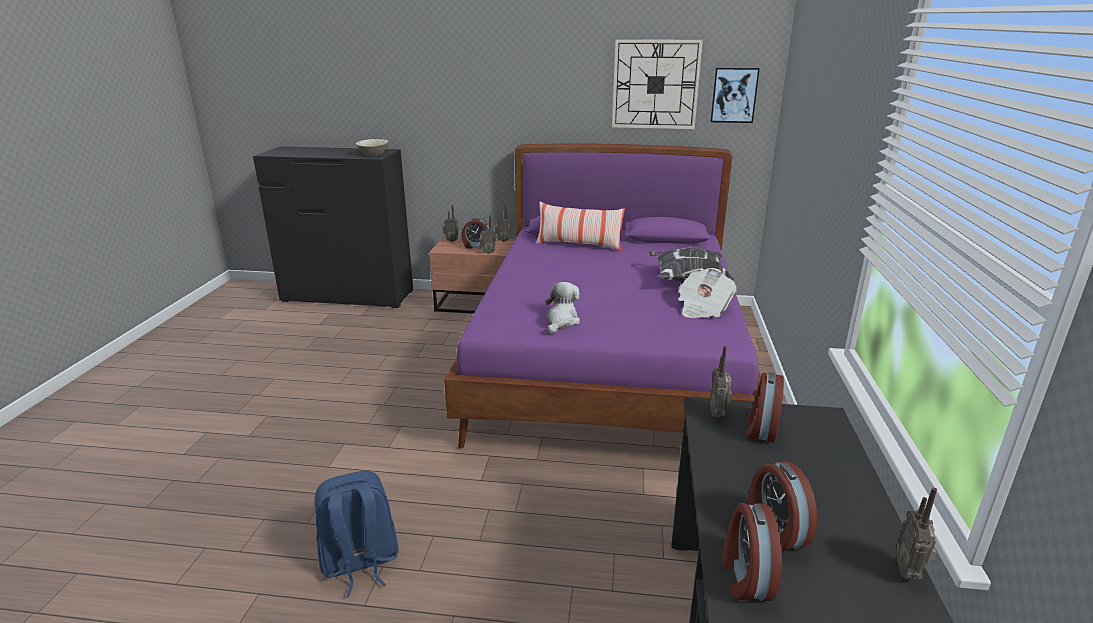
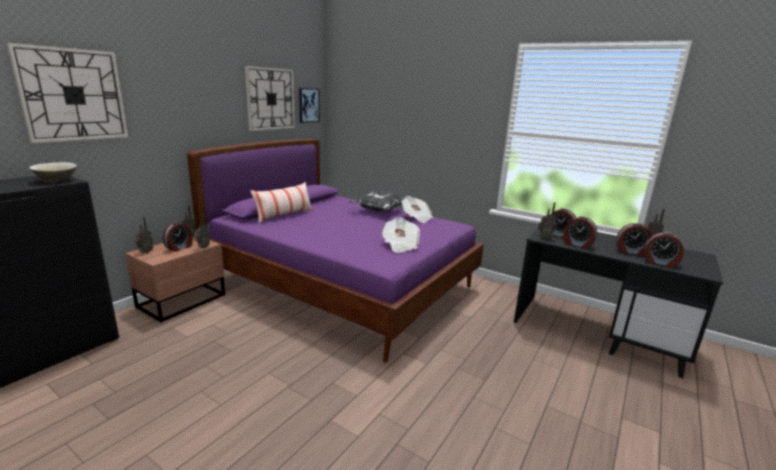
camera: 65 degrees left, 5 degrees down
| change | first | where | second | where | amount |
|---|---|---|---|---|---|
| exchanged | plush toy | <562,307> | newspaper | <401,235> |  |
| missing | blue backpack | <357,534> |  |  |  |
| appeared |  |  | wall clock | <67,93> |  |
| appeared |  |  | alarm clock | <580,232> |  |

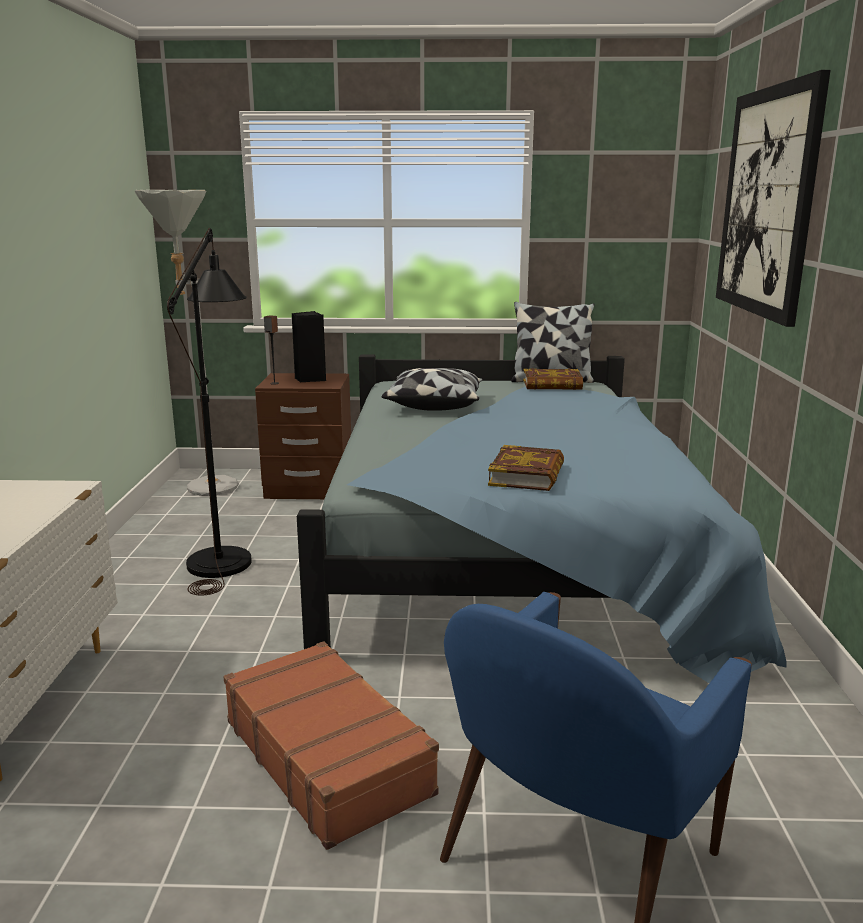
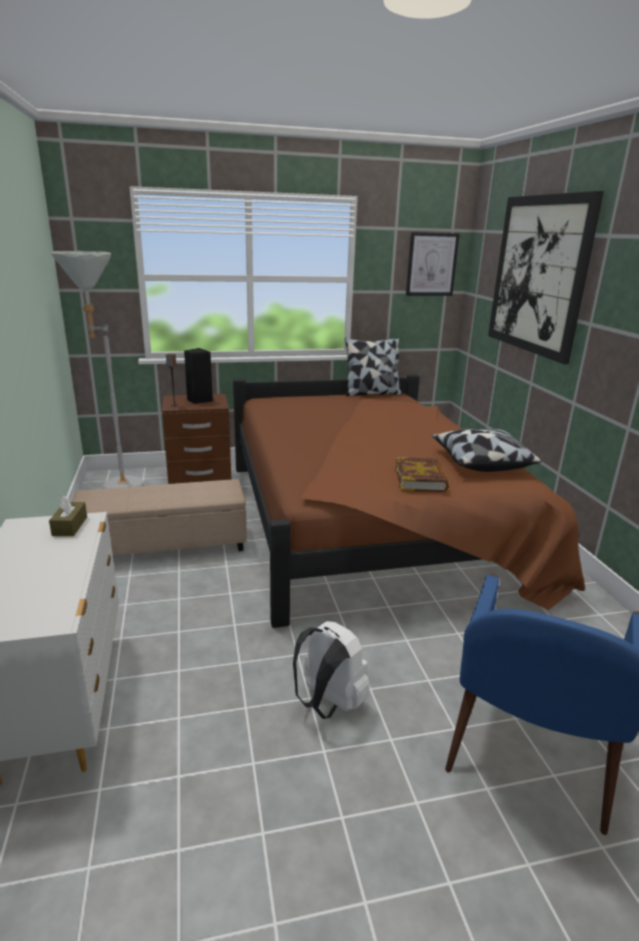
camera: 15 degrees left, 5 degrees up
| change | first | where | second | where | amount |
|---|---|---|---|---|---|
| exchanged | black floor lamp | <209,412> | beige ottoman | <159,517> |  |
| colour | blue bed | <542,519> | brown bed | <409,501> |  |
| relocated | pillow | <432,389> |  | <486,450> |  |
| missing | book | <553,379> |  |  |  |
| exchanged | brown suitcase | <331,745> | white backpack | <331,670> |  |
| appeared |  |  | picture | <433,264> |  |
| appeared |  |  | brown tissue box | <68,515> |  |

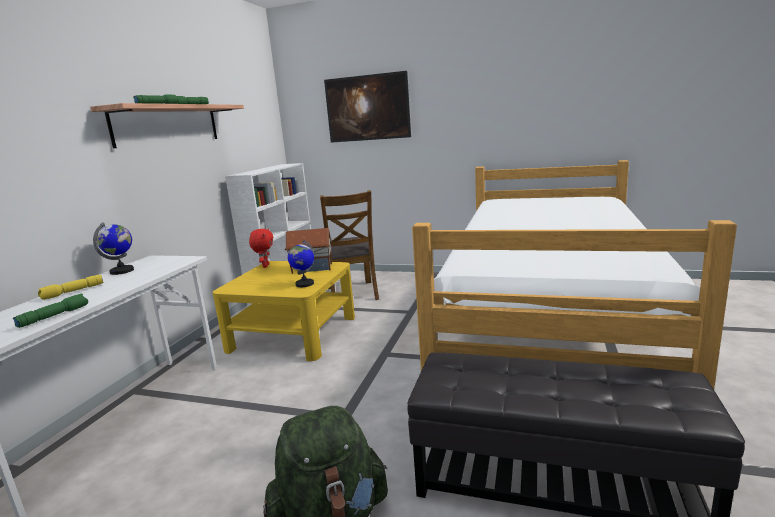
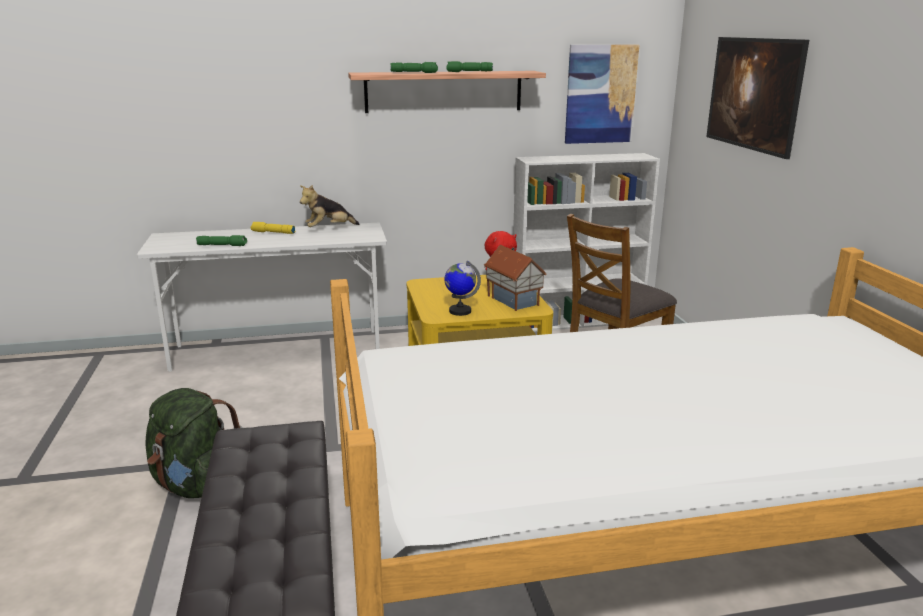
camera: 60 degrees right, 5 degrees up
| change | first | where | second | where | amount |
|---|---|---|---|---|---|
| exchanged | globe | <113,248> | plush toy | <330,206> |  |
| appeared |  |  | picture | <602,94> |  |

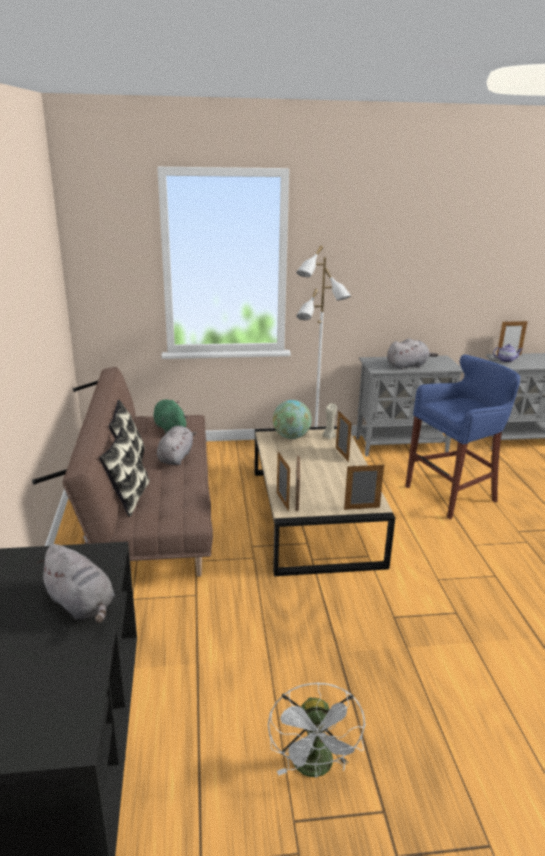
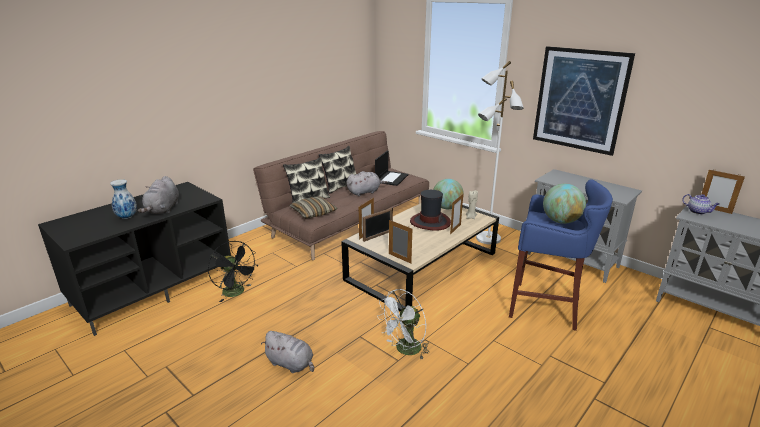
camera: 50 degrees right, 0 degrees up
| change | first | where | second | where | amount |
|---|---|---|---|---|---|
| relocated | grey plush toy | <412,354> |  | <287,352> |  |
| exchanged | green plush toy | <171,416> | laptop | <392,168> |  |
| relocated | white fan | <316,730> |  | <403,324> |  |
| appeared |  |  | picture | <584,101> |  |
| appeared |  |  | vase | <123,199> |  |
| appeared |  |  | globe | <564,204> |  |
| appeared |  |  | hat | <430,210> |  |
| appeared |  |  | pillow | <313,207> |  |
| appeared |  |  | black fan | <232,271> |  |

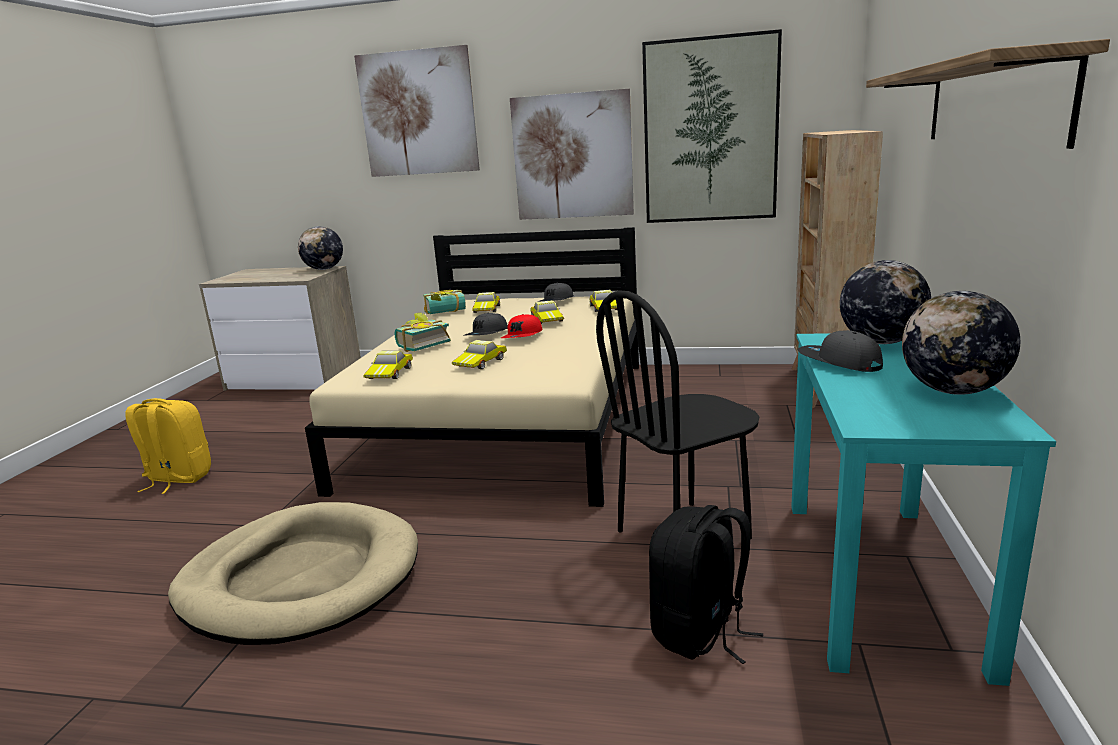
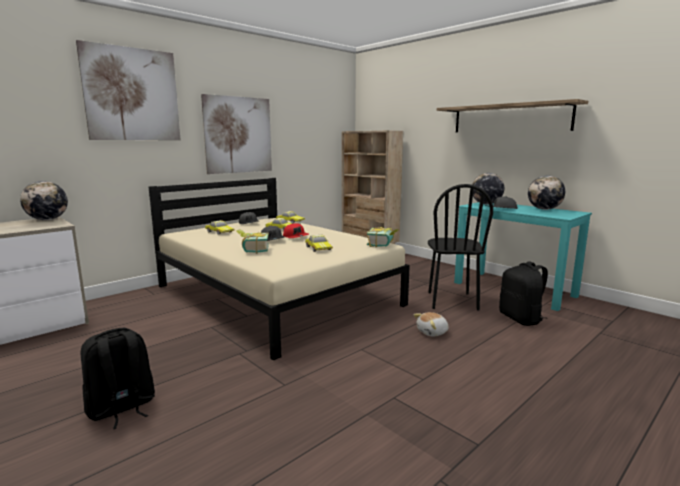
camera: 55 degrees left, 5 degrees down
| change | first | where | second | where | amount |
|---|---|---|---|---|---|
| missing | picture | <712,126> |  |  |  |
| relocated | book | <444,302> |  | <382,237> |  |
| missing | toy car | <388,364> |  |  |  |
| colour | yellow backpack | <168,446> | black backpack | <118,378> |  |
| missing | beige dog bed | <293,573> |  |  |  |
| appeared |  |  | plush toy | <431,324> |  |

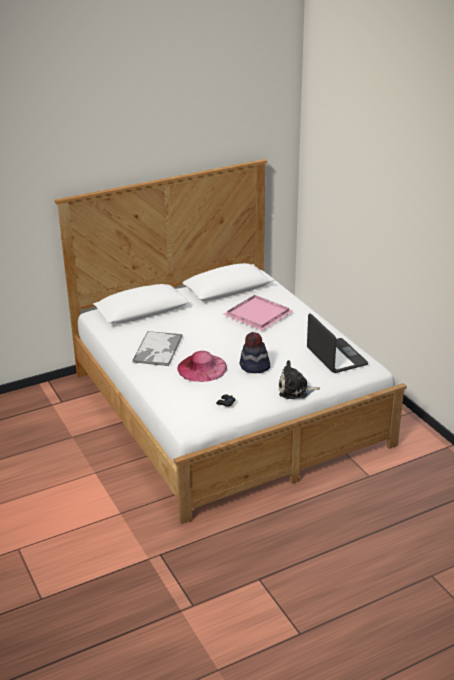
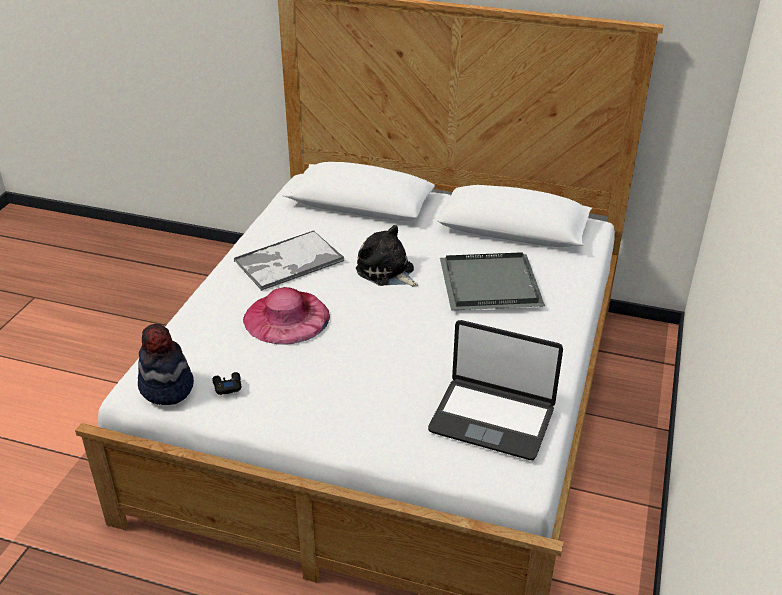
camera: 45 degrees right, 5 degrees up
| change | first | where | second | where | amount |
|---|---|---|---|---|---|
| colour | pink tray | <257,312> | grey tray | <492,281> |  |
| spun | laptop | <337,343> |  | <495,390> | 90 degrees clockwise |
| relocated | hat | <255,352> |  | <166,364> |  |
| relocated | plush toy | <299,379> |  | <387,255> |  |

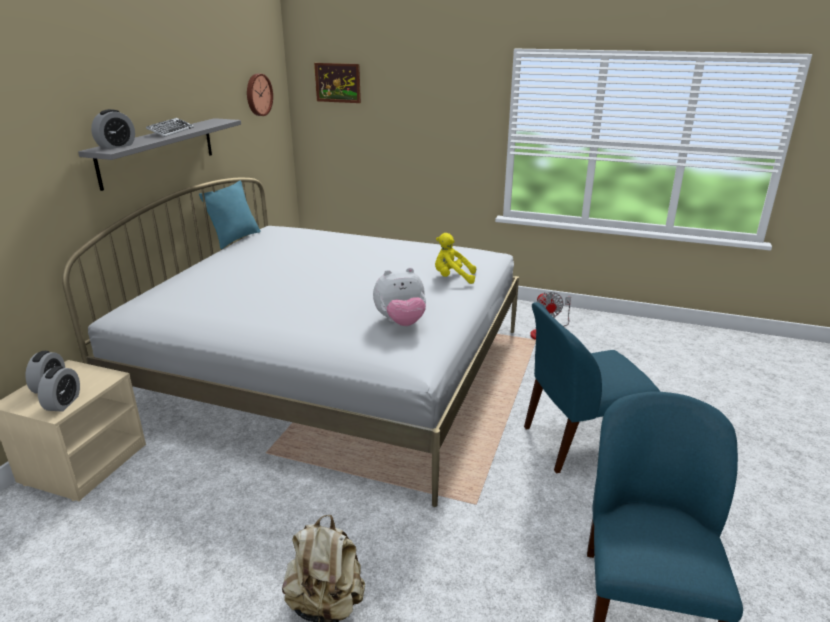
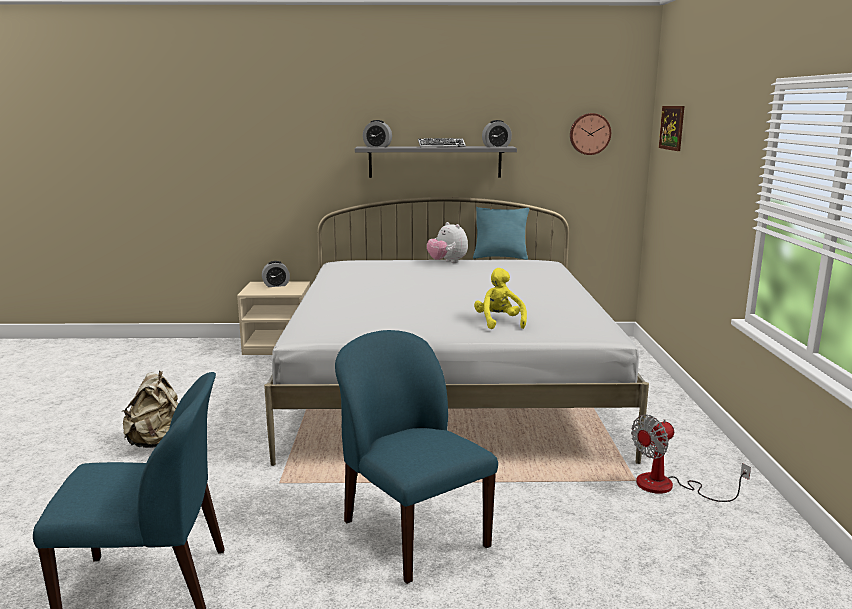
camera: 70 degrees right, 10 degrees down
| change | first | where | second | where | amount |
|---|---|---|---|---|---|
| relocated | plush toy | <399,296> |  | <447,242> |  |
| relocated | alarm clock | <59,389> |  | <497,134> |  |

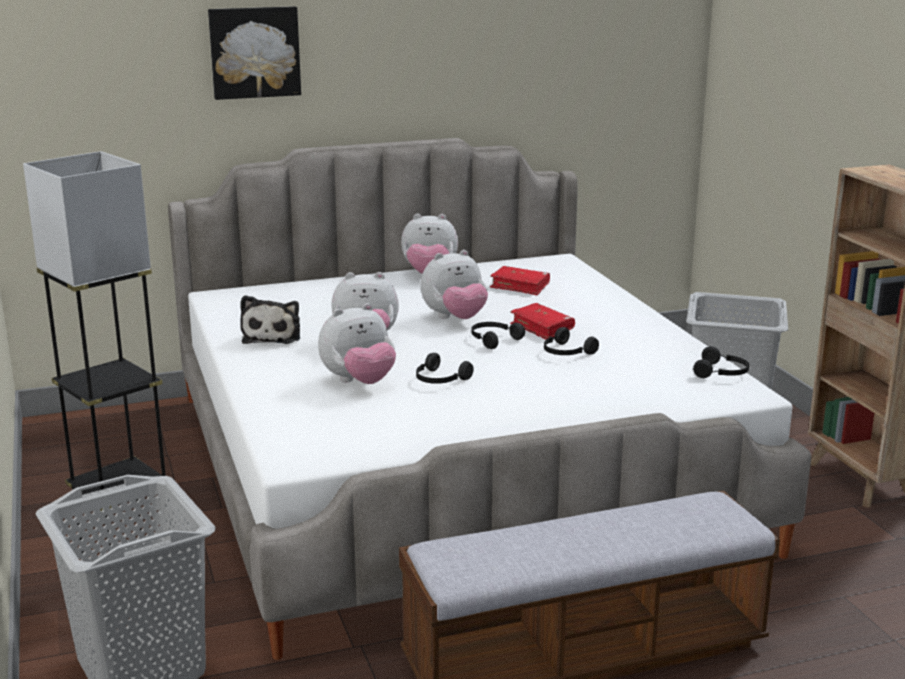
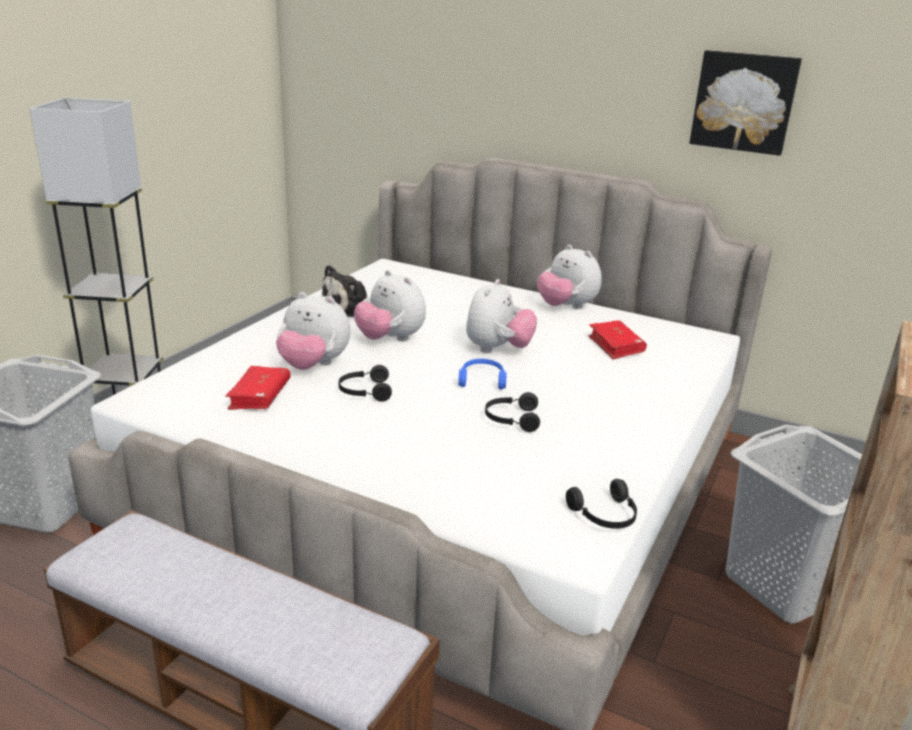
camera: 45 degrees right, 5 degrees up
| change | first | where | second | where | amount |
|---|---|---|---|---|---|
| relocated | picture | <254,53> |  | <745,103> |  |
| spun | plush toy | <454,284> |  | <501,316> | 90 degrees counterclockwise |
| relocated | red book | <542,321> |  | <257,388> |  |
| colour | black headphones | <498,335> | blue headphones | <482,374> |  |

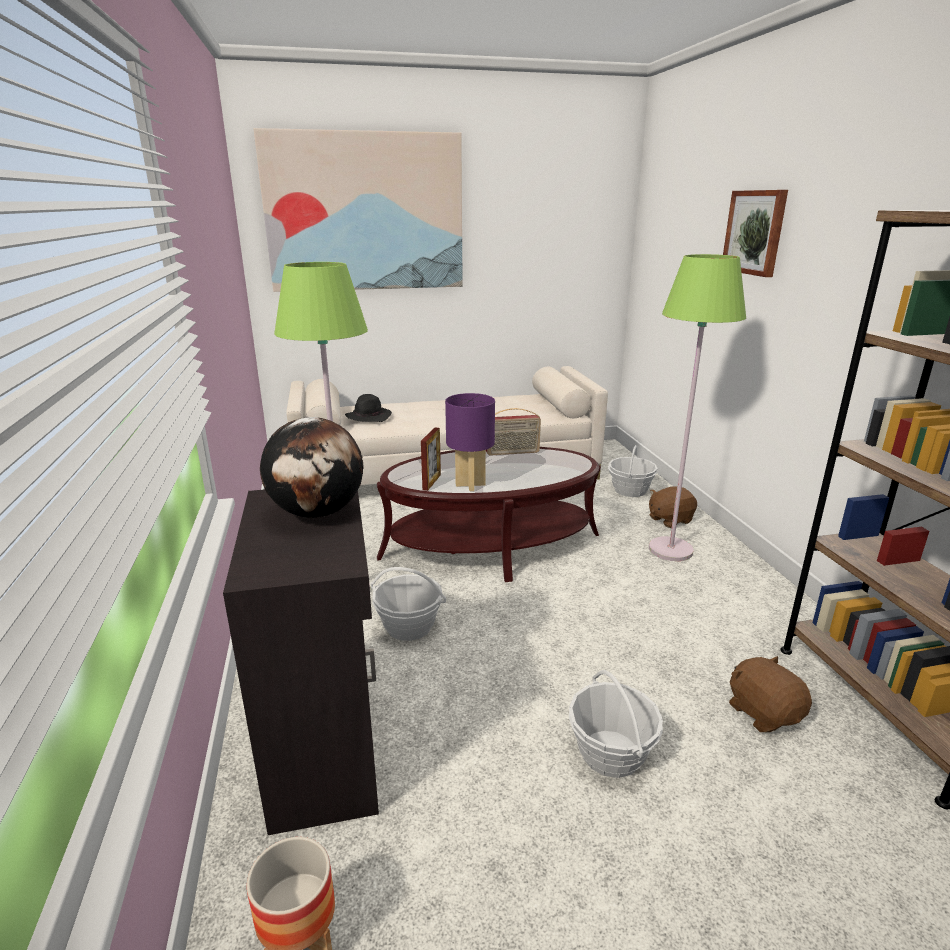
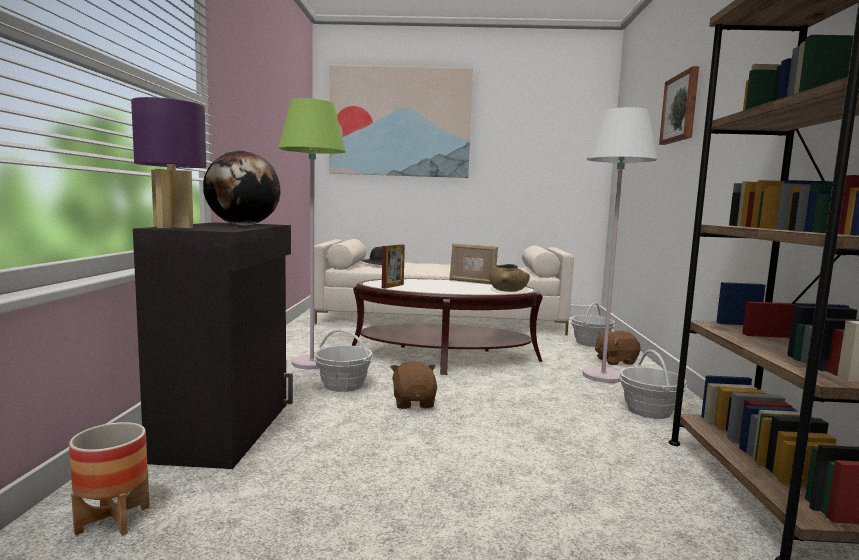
camera: 15 degrees right, 15 degrees down
| change | first | where | second | where | amount |
|---|---|---|---|---|---|
| colour | green floor lamp | <697,407> | white floor lamp | <620,245> |  |
| relocated | purple table lamp | <470,442> |  | <168,162> |  |
| exchanged | radio | <513,432> | picture frame | <474,263> |  |
| relocated | brown plush toy | <770,694> |  | <413,385> |  |
| relocated | basket | <616,724> |  | <653,384> |  |
| appeared |  |  | brown bowl | <509,278> |  |

